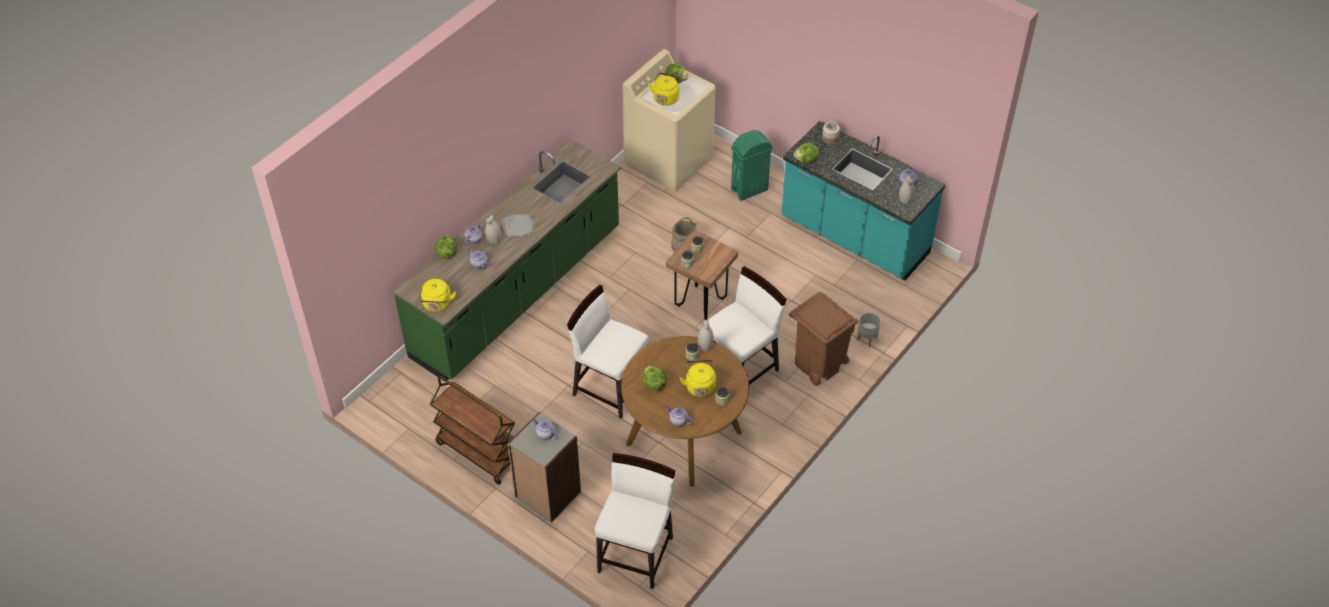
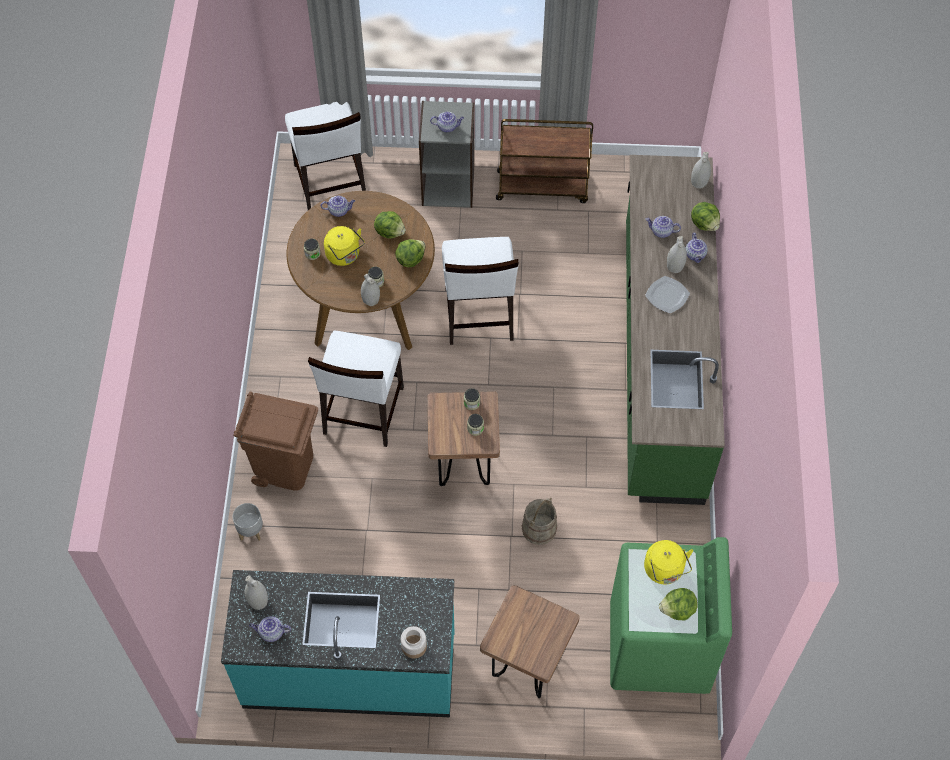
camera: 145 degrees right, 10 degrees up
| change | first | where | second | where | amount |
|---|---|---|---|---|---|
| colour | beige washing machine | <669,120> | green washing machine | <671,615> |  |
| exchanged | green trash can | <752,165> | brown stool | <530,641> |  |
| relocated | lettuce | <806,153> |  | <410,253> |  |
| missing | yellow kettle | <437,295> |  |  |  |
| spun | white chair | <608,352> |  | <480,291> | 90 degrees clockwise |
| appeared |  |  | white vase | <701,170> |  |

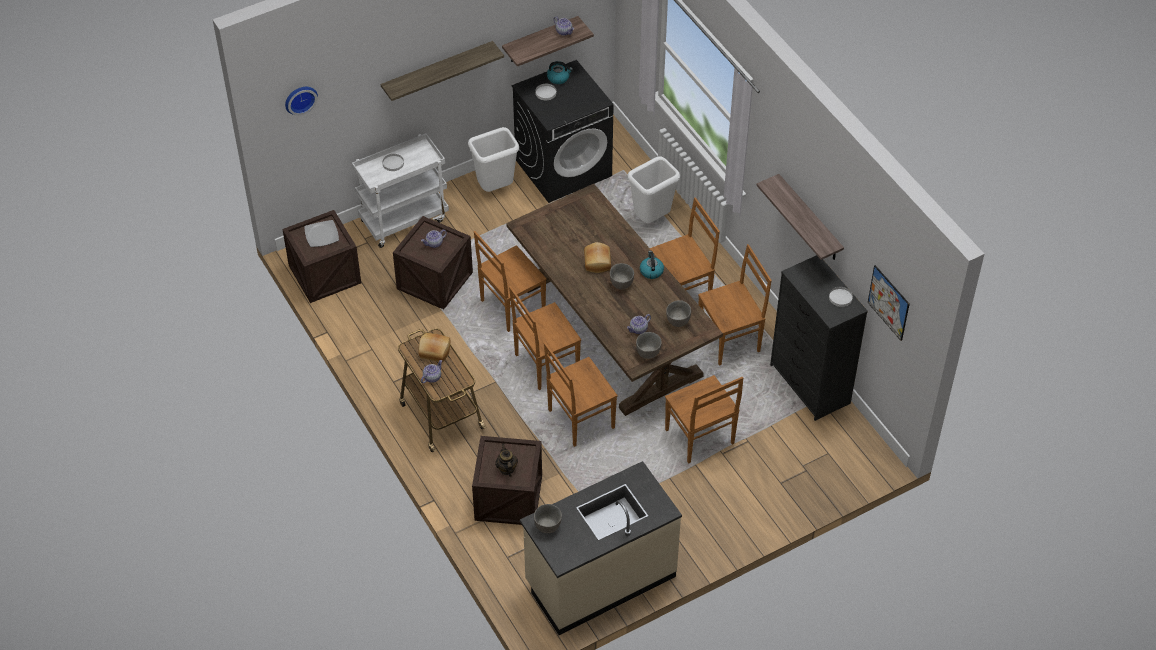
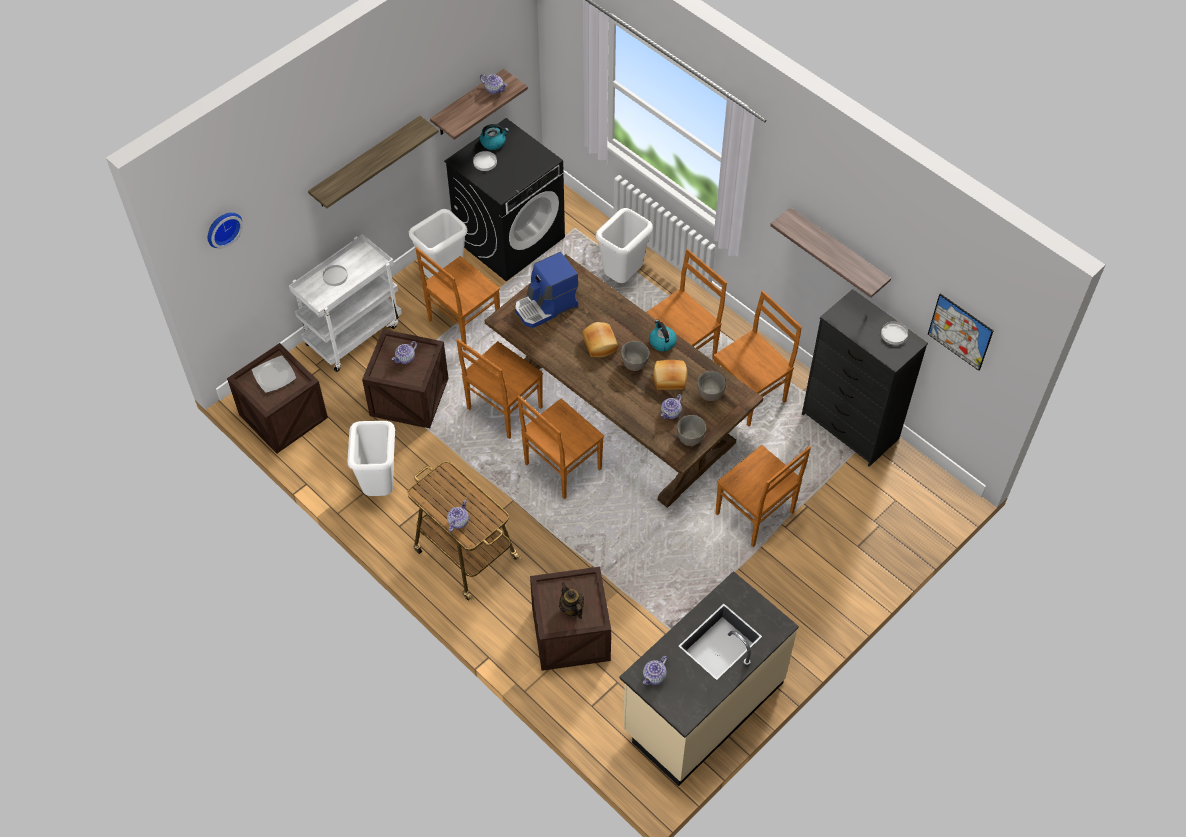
camera: 15 degrees left, 5 degrees up
| change | first | where | second | where | amount |
|---|---|---|---|---|---|
| relocated | bread | <434,347> |  | <670,375> |  |
| relocated | brown chair | <581,394> |  | <457,299> |  |
| exchanged | grey bowl | <548,518> | teapot | <655,670> |  |
| appeared |  |  | coffee machine | <546,290> |  |
| appeared |  |  | white trash can | <371,458> |  |

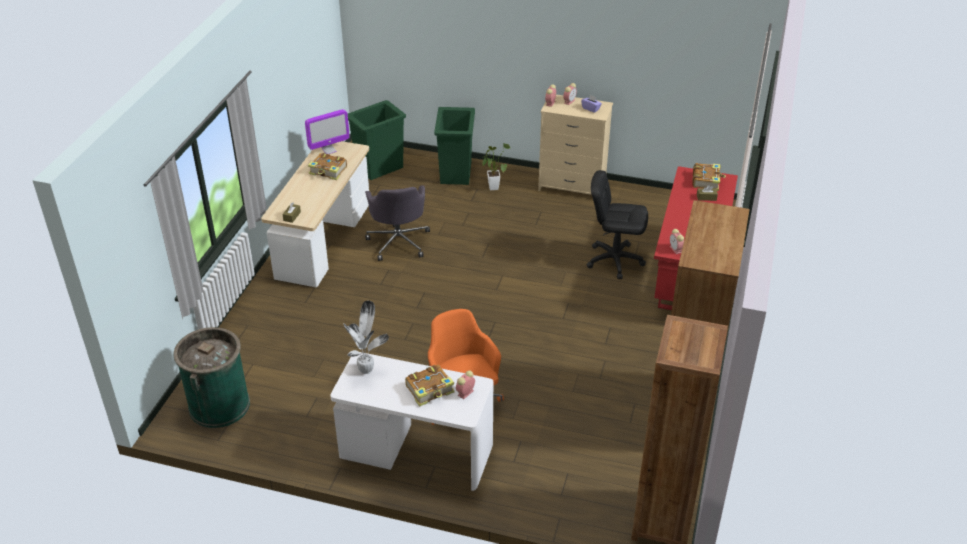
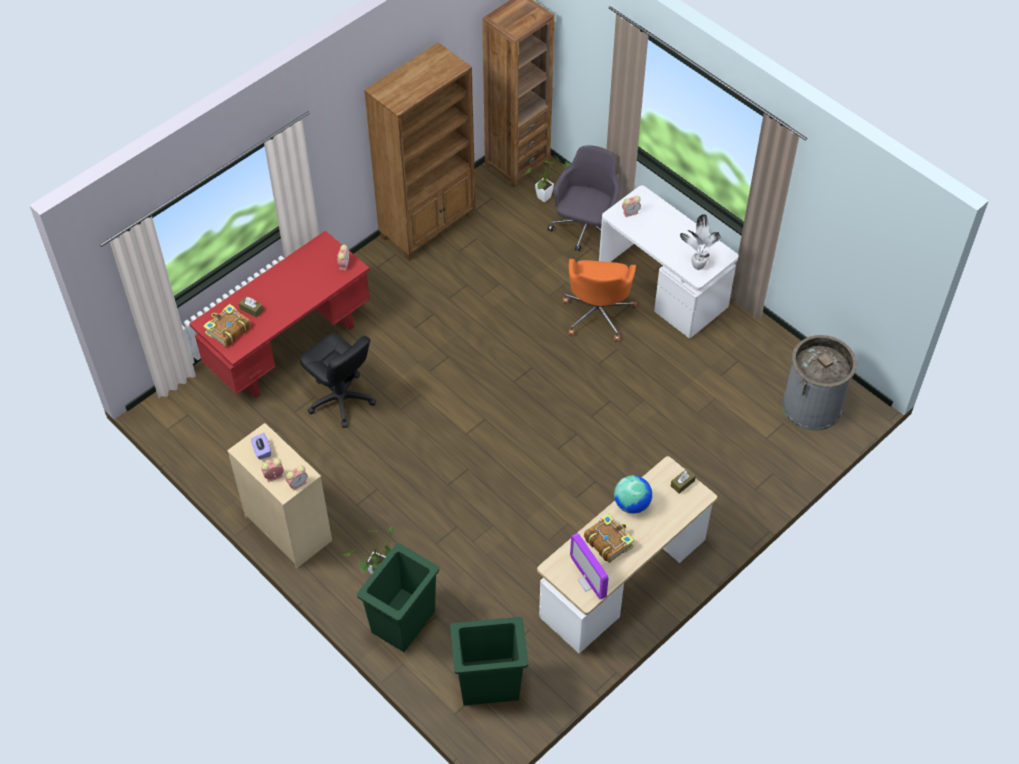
camera: 150 degrees left, 15 degrees up
| change | first | where | second | where | amount |
|---|---|---|---|---|---|
| spun | monitor | <327,131> |  | <589,566> | 120 degrees counterclockwise |
| relocated | grey office chair | <397,223> |  | <584,198> |  |
| colour | green trash can | <211,377> | grey trash can | <819,383> |  |
| missing | book | <430,386> |  |  |  |
| appeared |  |  | potted plant | <548,178> |  |
| appeared |  |  | globe | <633,494> |  |

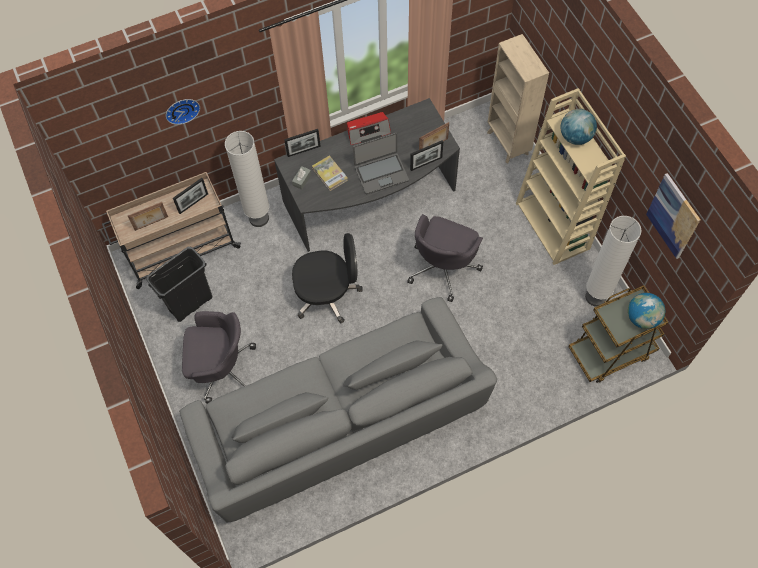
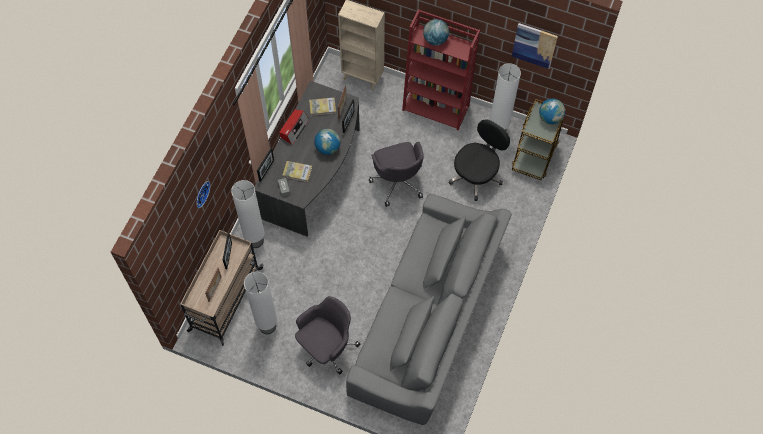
camera: 45 degrees left, 0 degrees up
| change | first | where | second | where | amount |
|---|---|---|---|---|---|
| colour | beige bookcase | <571,176> | red bookcase | <441,69> |  |
| exchanged | laptop | <381,163> | globe | <327,142> |  |
| relocated | black office chair | <327,278> |  | <479,160> |  |
| exchanged | black trash can | <179,284> | white floor lamp | <260,302> |  |
| appeared |  |  | book | <322,107> |  |

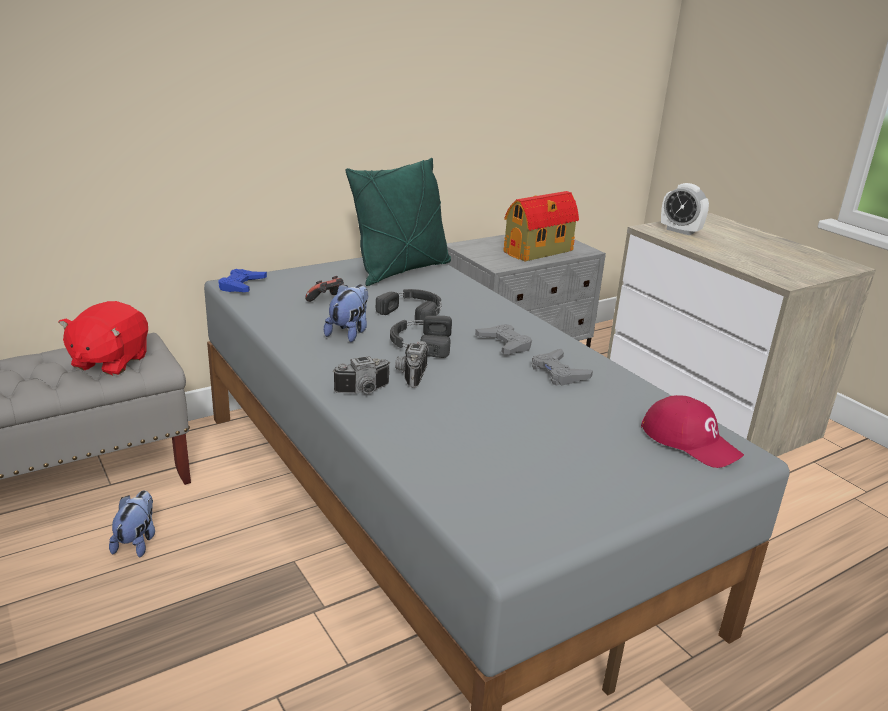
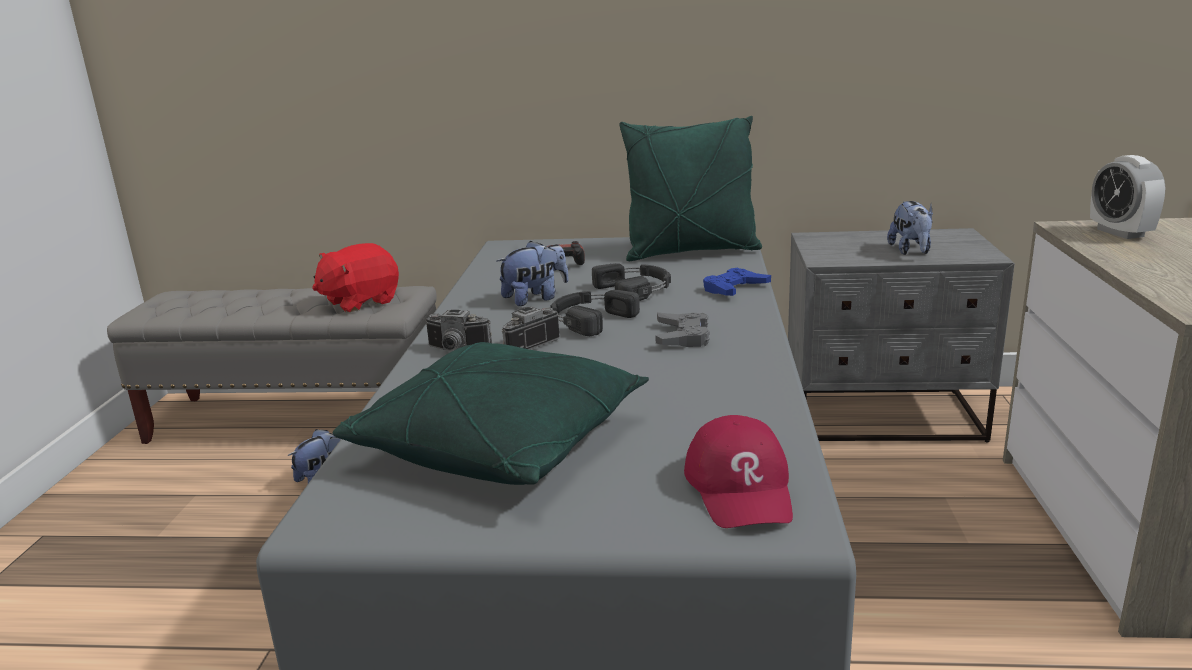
camera: 40 degrees right, 5 degrees down
| change | first | where | second | where | amount |
|---|---|---|---|---|---|
| exchanged | toy house | <541,226> | plush toy | <910,228> |  |
| relocated | blue game controller | <243,280> |  | <737,282> |  |
| missing | grey game controller | <562,367> |  |  |  |
| appeared |  |  | green pillow | <491,413> |  |

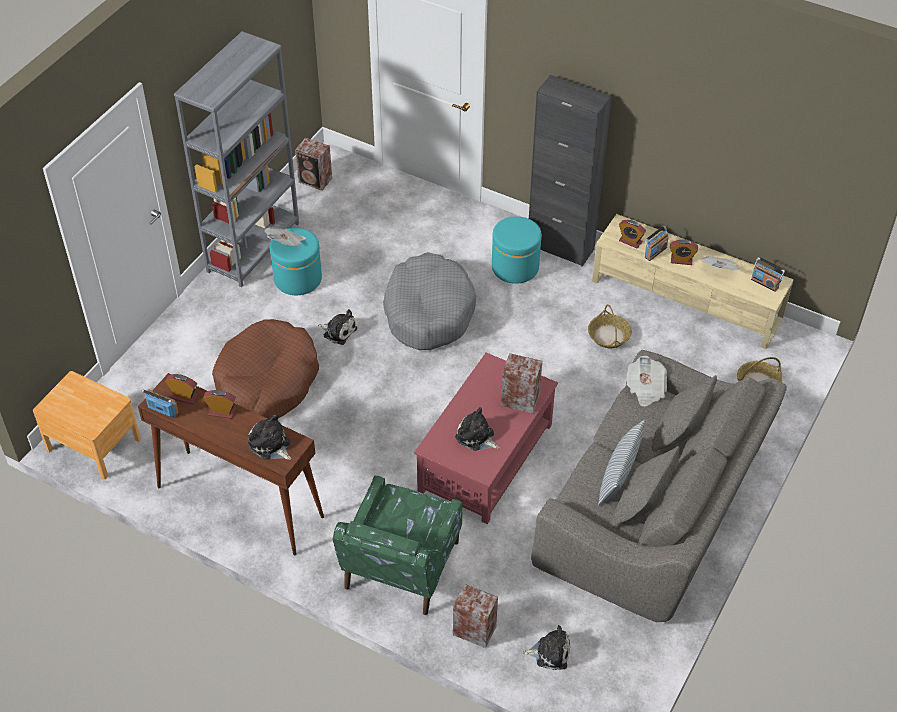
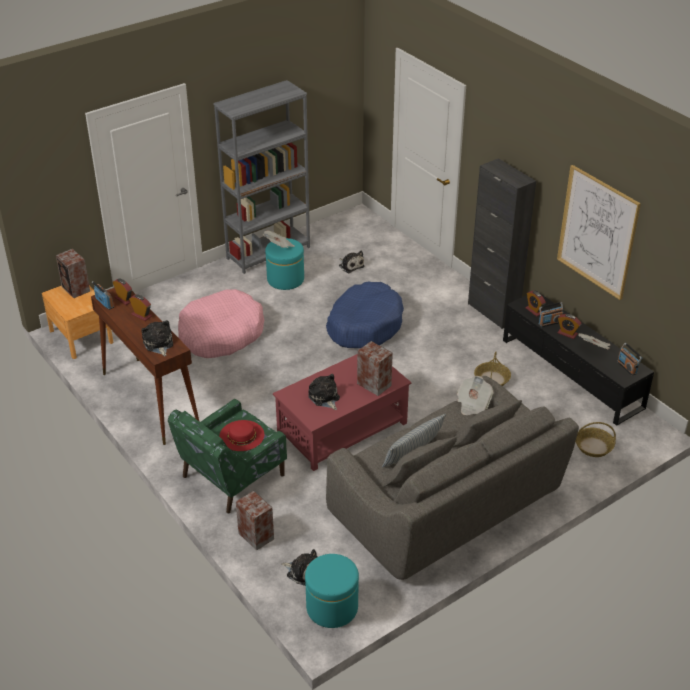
camera: 25 degrees right, 10 degrees down
| change | first | where | second | where | amount |
|---|---|---|---|---|---|
| relocated | speaker | <313,164> |  | <73,273> |  |
| colour | beige tv stand | <693,281> | black tv stand | <578,360> |  |
| relocated | turquoise ottoman | <517,250> |  | <332,591> |  |
| colour | grey dog bed | <429,301> | blue dog bed | <365,314> |  |
| relocated | plush toy | <337,327> |  | <351,262> |  |
| colour | brown dog bed | <265,369> | pink dog bed | <221,323> |  |
| appeared |  |  | picture | <599,232> |  |
| appeared |  |  | red hat | <241,435> |  |

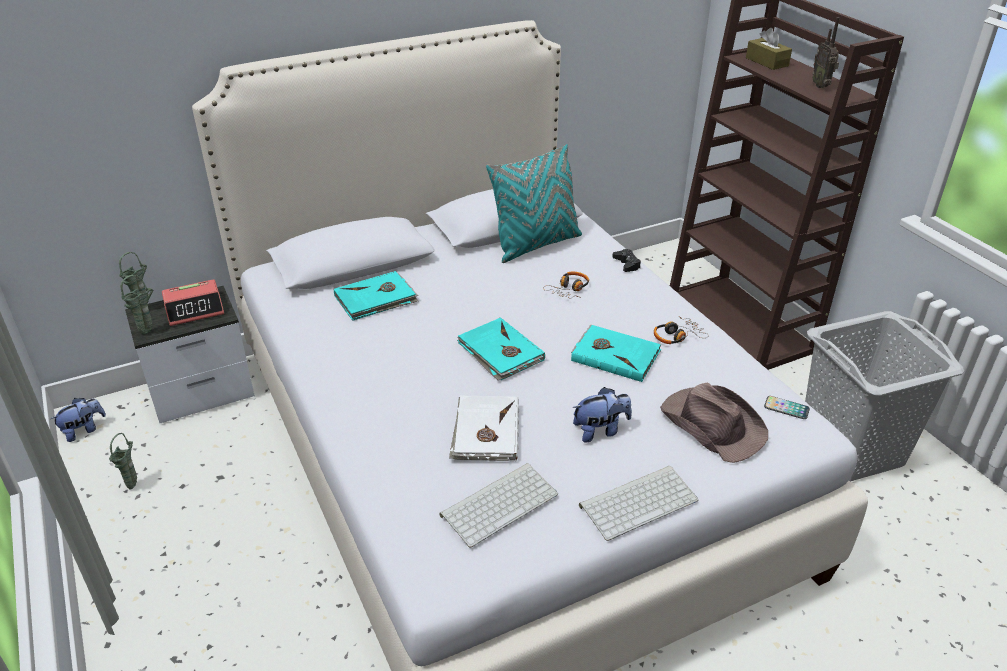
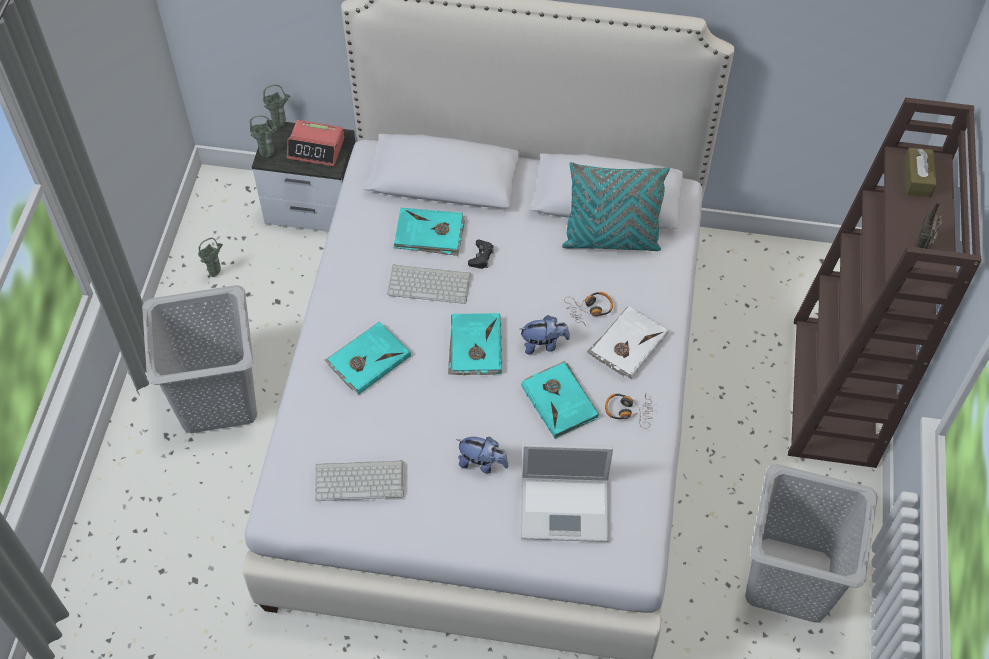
camera: 35 degrees right, 20 degrees up
| change | first | where | second | where | amount |
|---|---|---|---|---|---|
| relocated | black game controller | <626,260> |  | <481,254> |  |
| exchanged | brown hat | <714,422> | laptop | <567,492> |  |
| relocated | white book | <484,428> |  | <628,343> |  |
| missing | phone | <787,407> |  |  |  |
| relocated | plush toy | <78,420> |  | <545,334> |  |
| relocated | keyboard | <638,503> |  | <429,284> |  |
| appeared |  |  | grey laundry basket | <199,359> |  |
| appeared |  |  | turquoise book | <368,358> |  |

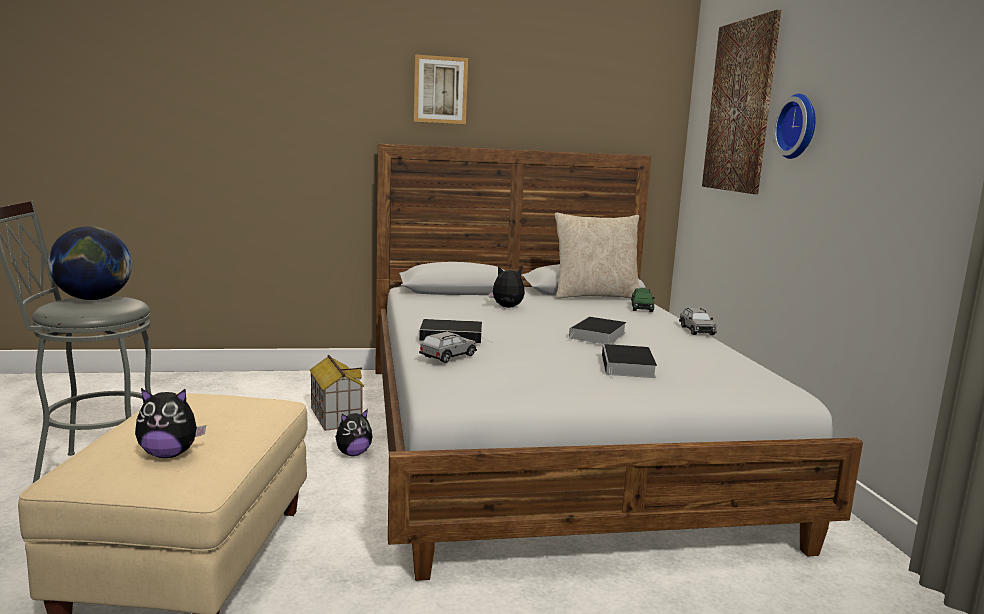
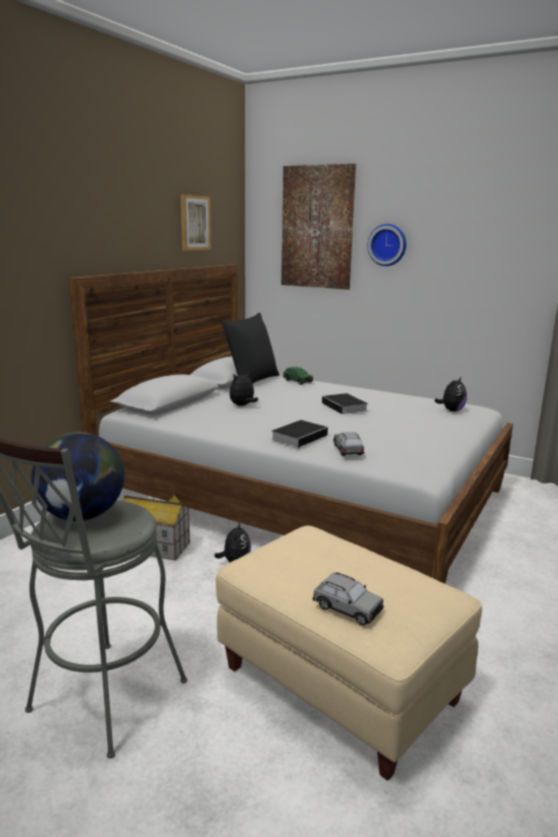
camera: 50 degrees left, 5 degrees up
| change | first | where | second | where | amount |
|---|---|---|---|---|---|
| relocated | picture | <441,89> |  | <196,223> |  |
| colour | beige pillow | <597,256> | black pillow | <250,348> |  |
| relocated | grey toy car | <698,321> |  | <348,598> |  |
| missing | book | <629,361> |  |  |  |
| relocated | plush toy | <170,423> |  | <451,394> |  |

